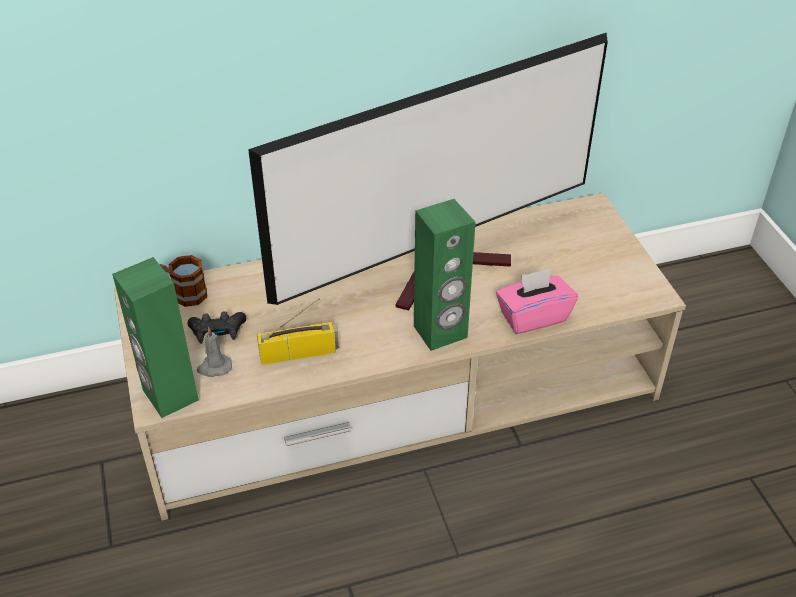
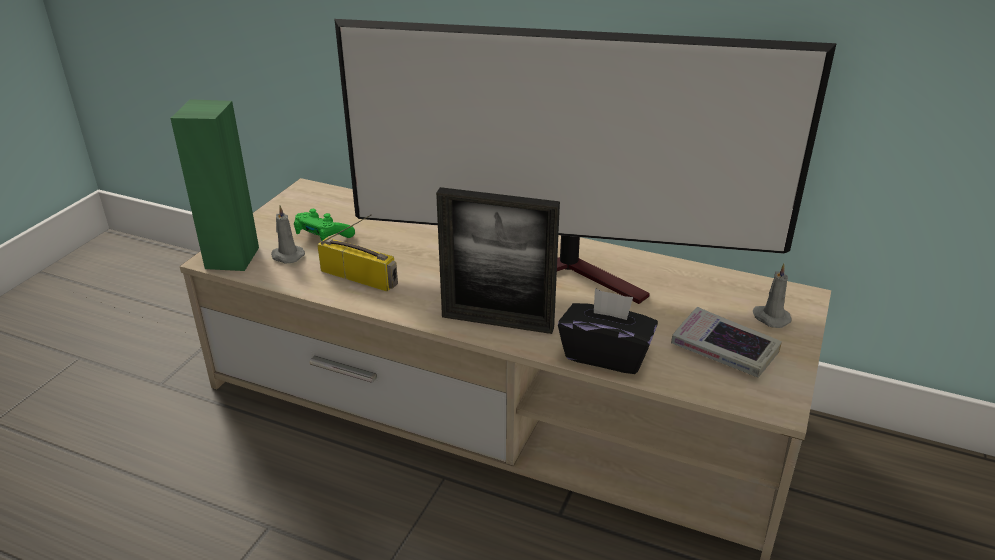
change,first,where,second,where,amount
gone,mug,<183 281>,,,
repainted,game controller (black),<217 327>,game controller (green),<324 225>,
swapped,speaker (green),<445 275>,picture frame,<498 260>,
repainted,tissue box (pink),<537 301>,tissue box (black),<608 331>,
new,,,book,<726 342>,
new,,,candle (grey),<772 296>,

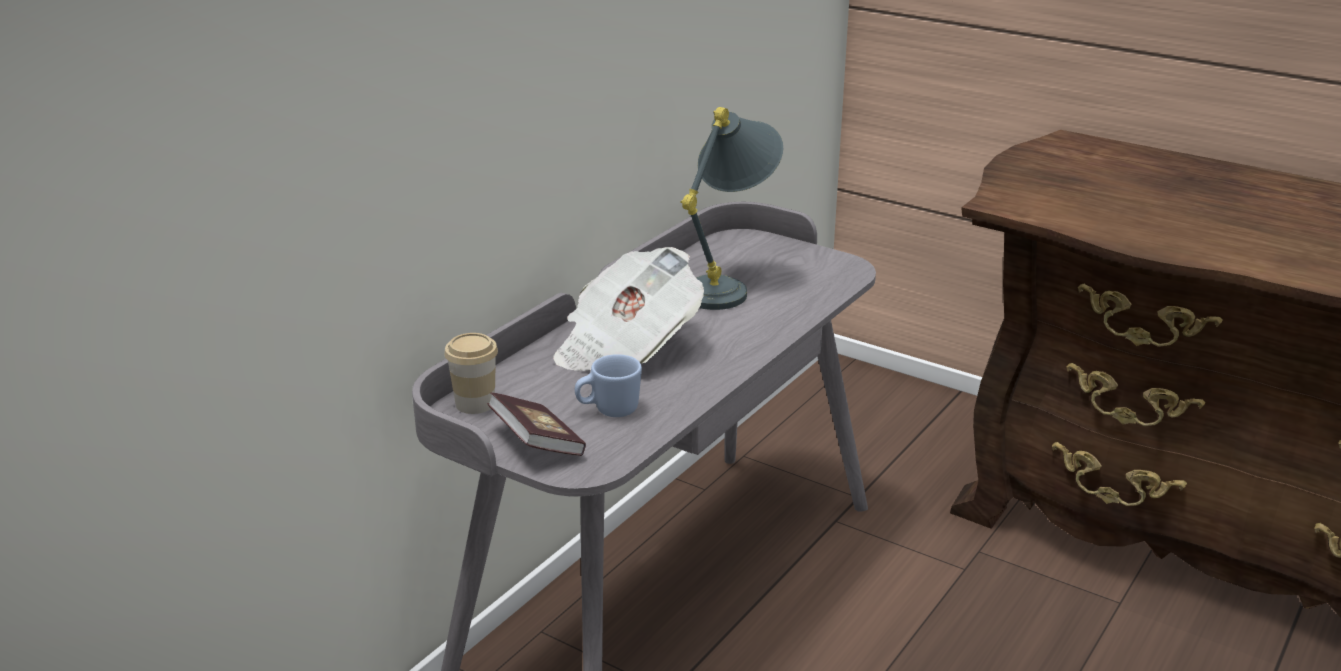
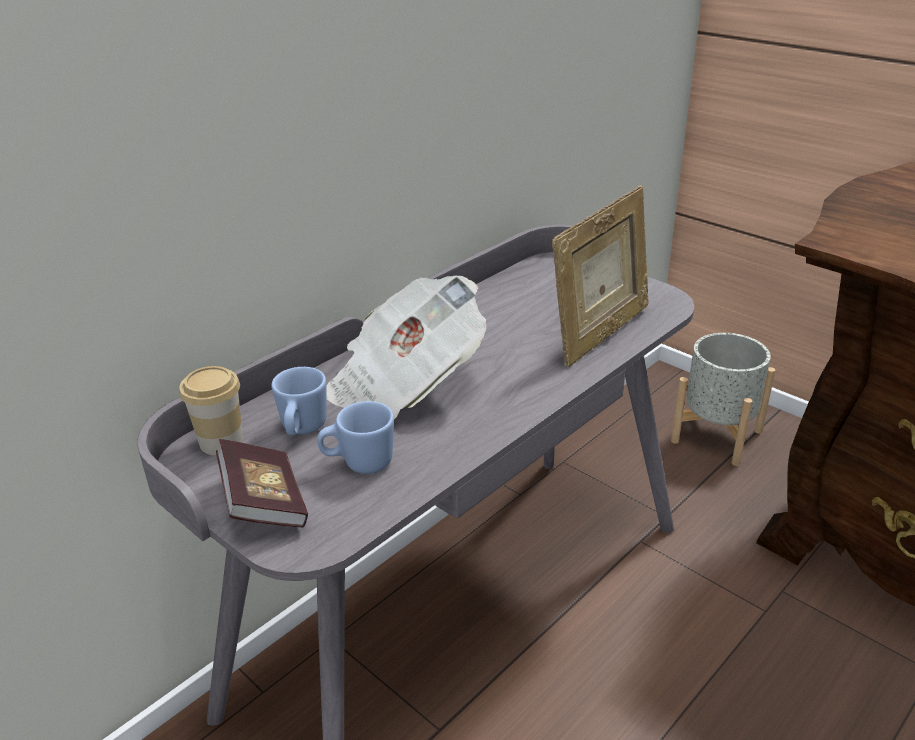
change,first,where,second,where,amount
gone,table lamp (grey),<732 208>,,,
new,,,mug (blue),<299 401>,
new,,,picture frame,<600 276>,
new,,,planter (grey),<723 399>,

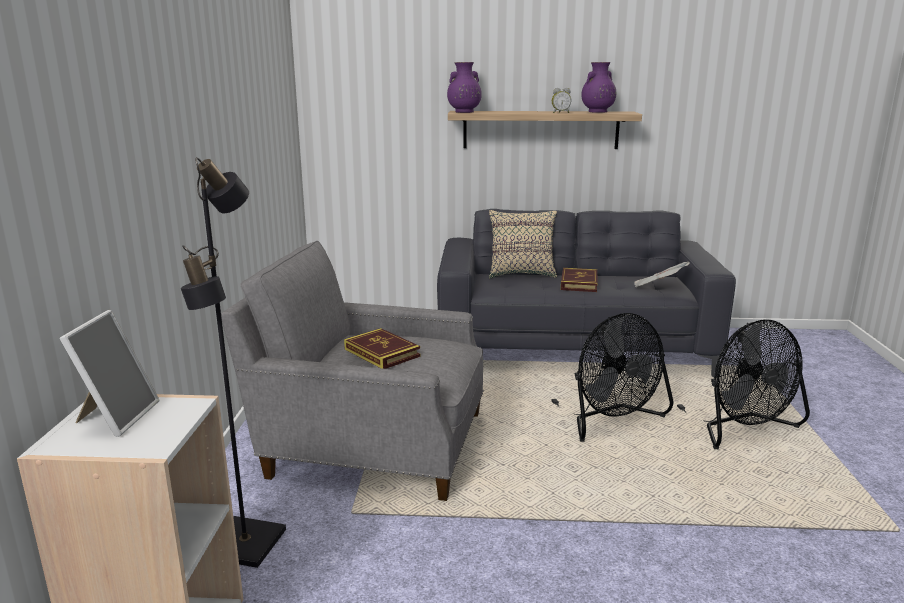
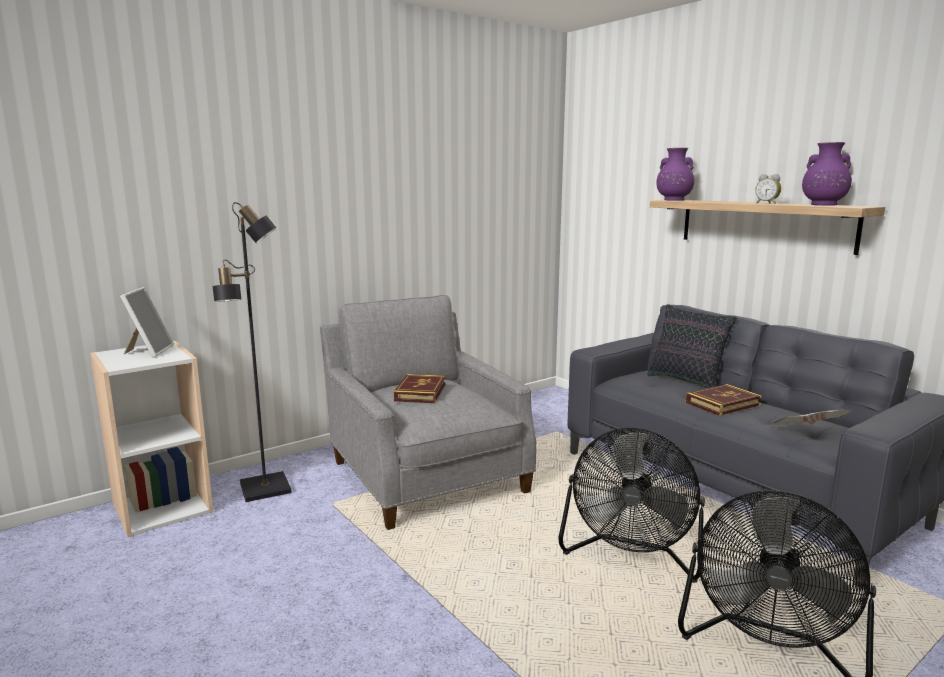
change,first,where,second,where,amount
rotated,picture frame,<109 373>,,<147 322>,60 degrees counterclockwise
repainted,pillow (beige),<523 244>,pillow (black),<692 346>,

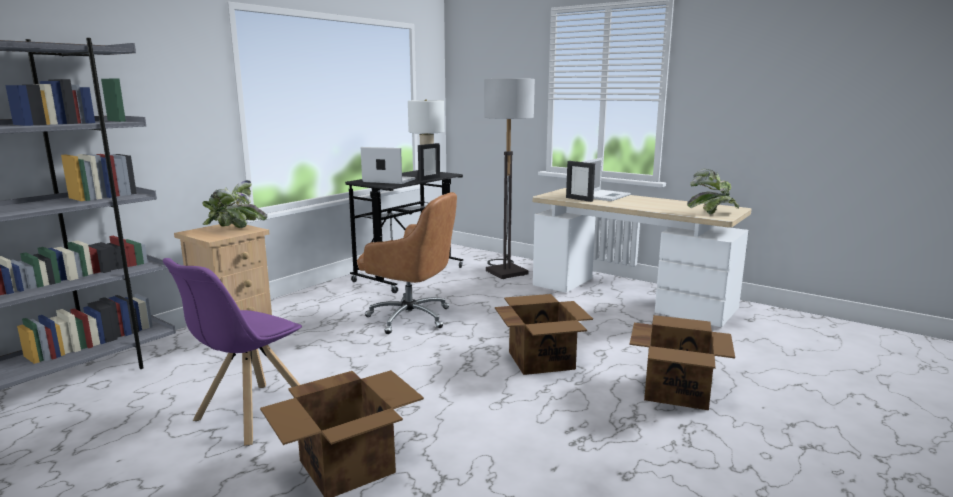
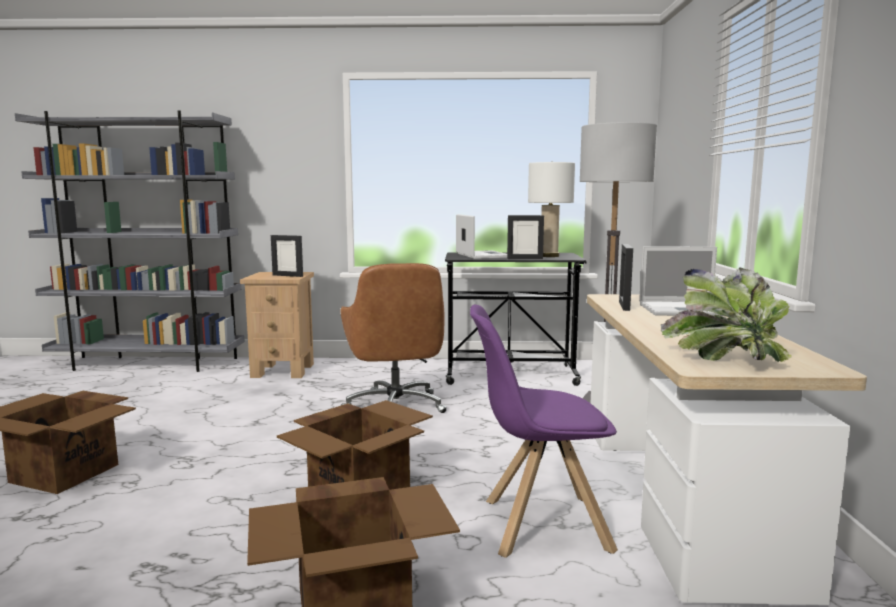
change,first,where,second,where,amount
shifted,chair (purple),<232 352>,,<544 431>,
swapped,potted plant,<234 204>,picture frame,<287 256>,

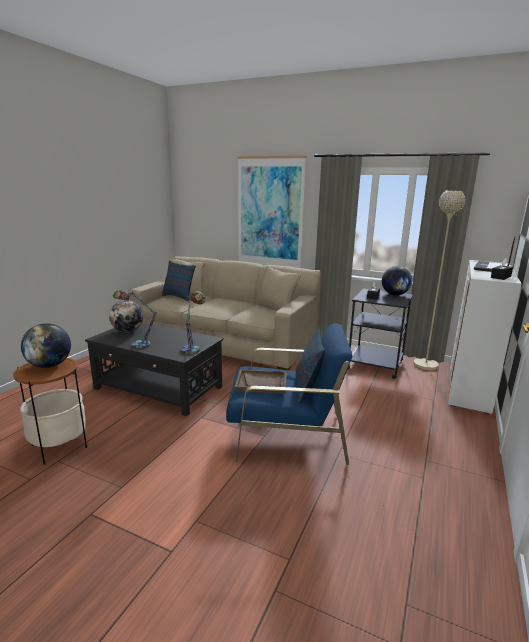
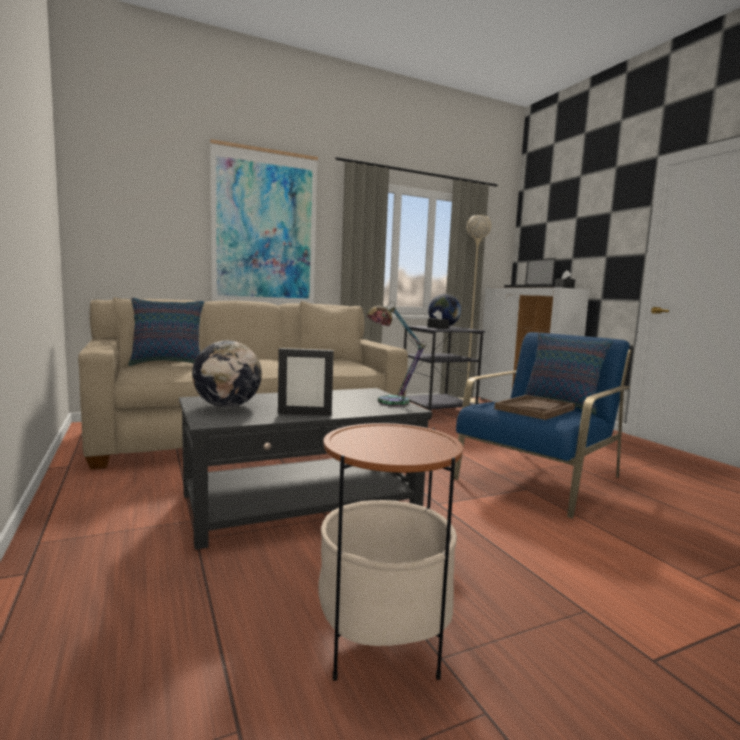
change,first,where,second,where,amount
gone,globe,<46 345>,,,
swapped,table lamp,<135 319>,picture frame,<306 382>,

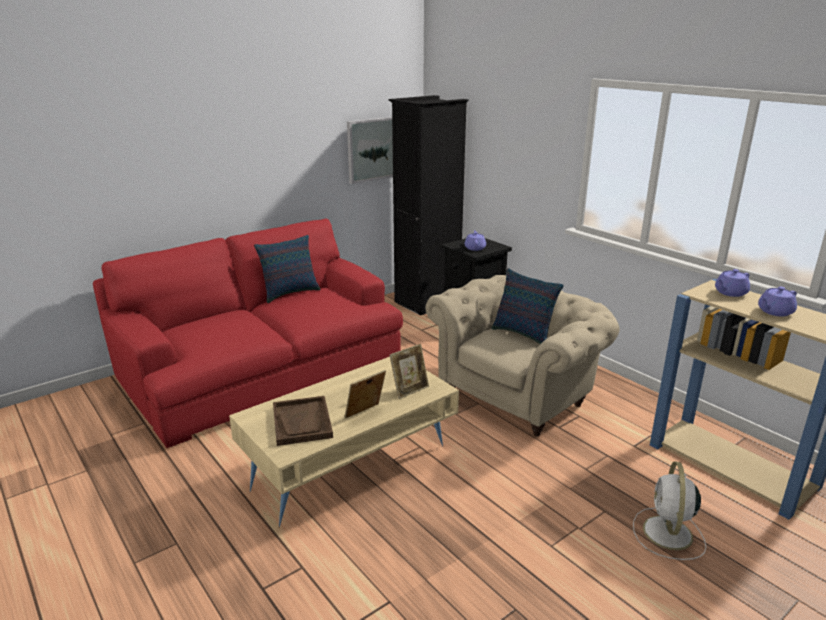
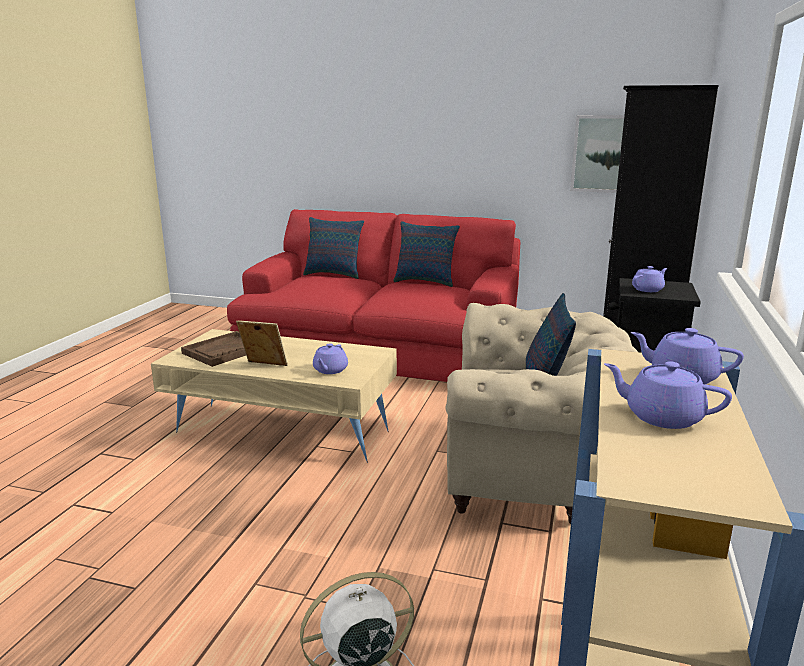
change,first,where,second,where,amount
swapped,picture frame,<409 371>,teapot (purple),<330 358>,
new,,,pillow (blue),<333 248>,

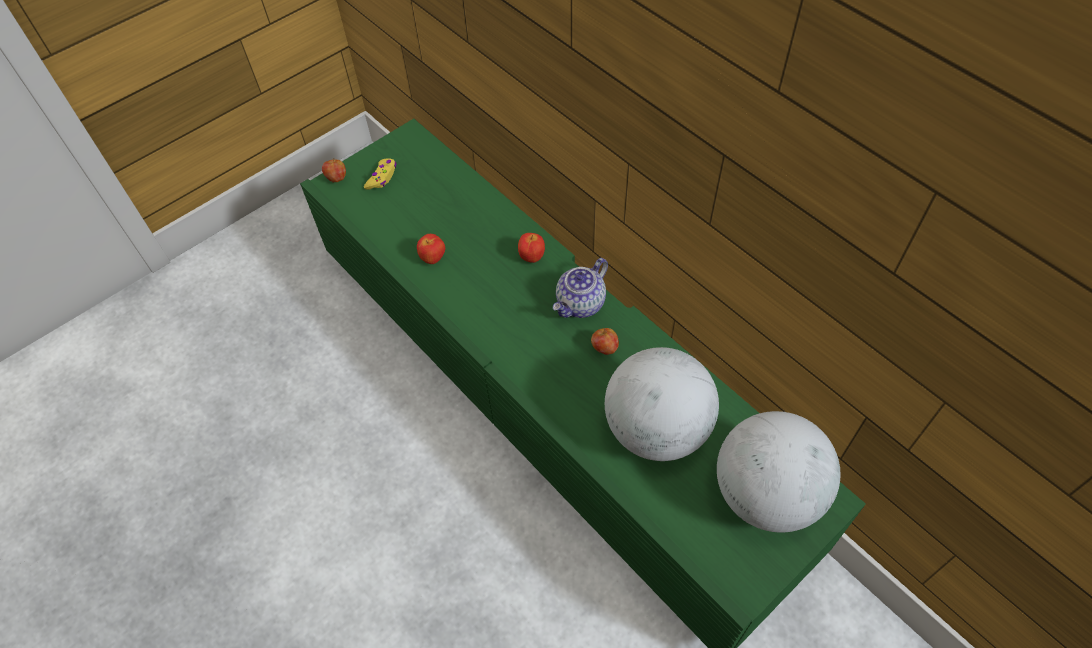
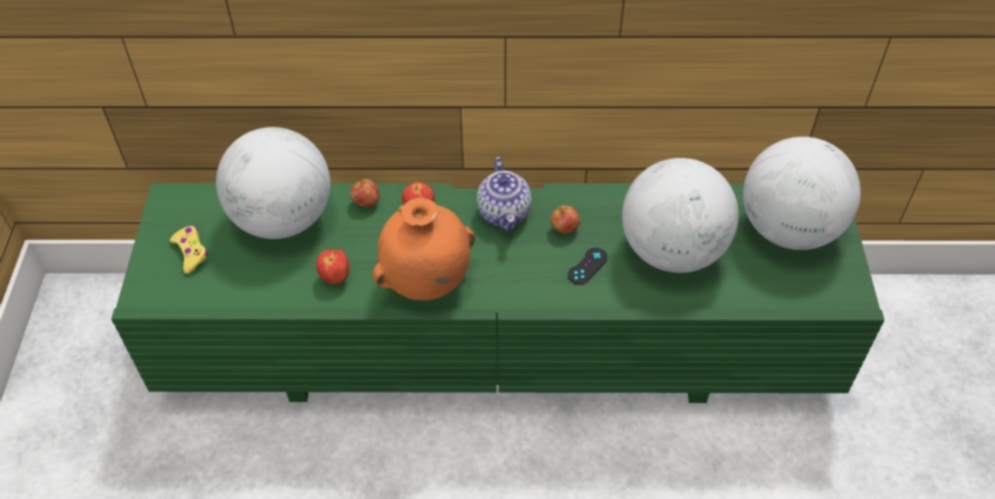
change,first,where,second,where,amount
shifted,apple,<334 170>,,<365 193>,
new,,,globe,<273 183>,
new,,,vase (orange),<423 249>,
new,,,game controller (black),<588 266>,

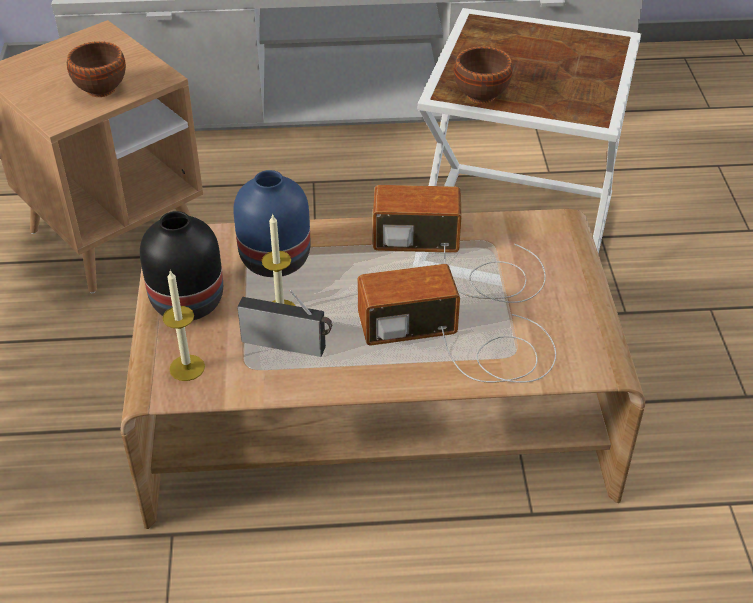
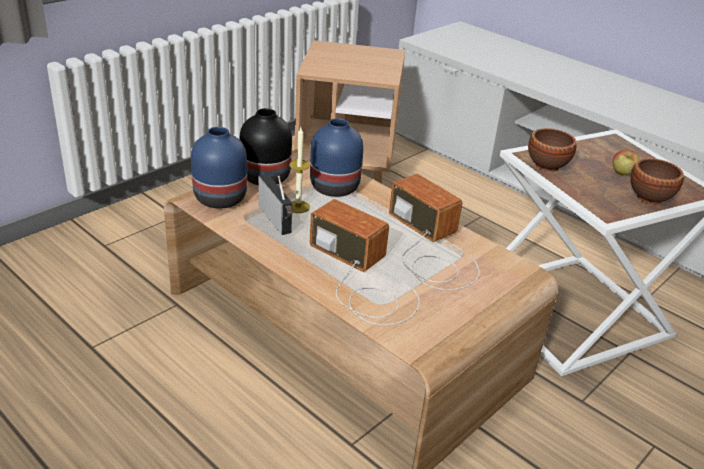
change,first,where,second,where,amount
shifted,bowl (brown),<96 69>,,<657 181>,
swapped,candle,<183 325>,vase (blue),<219 167>,
new,,,apple,<626 162>,

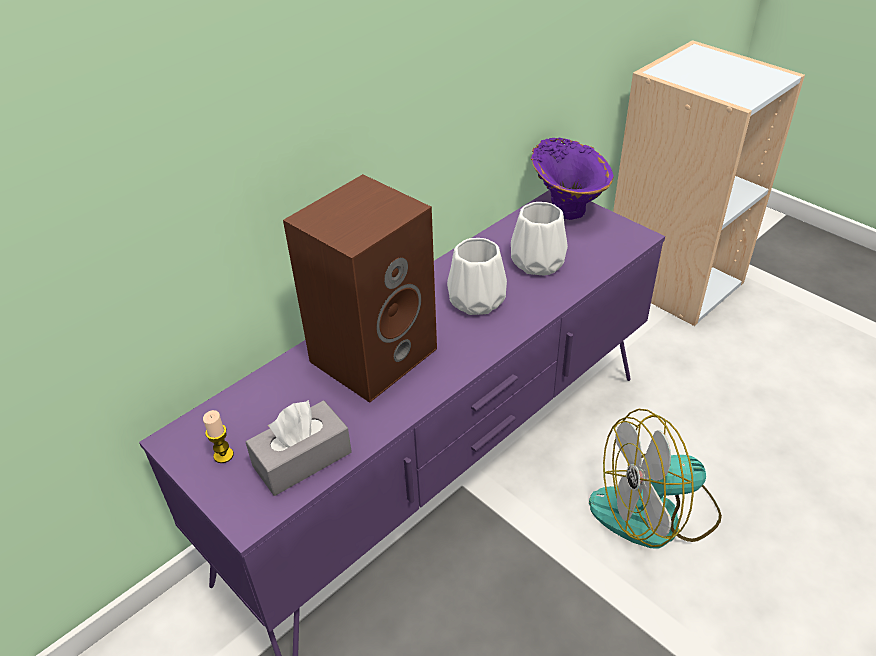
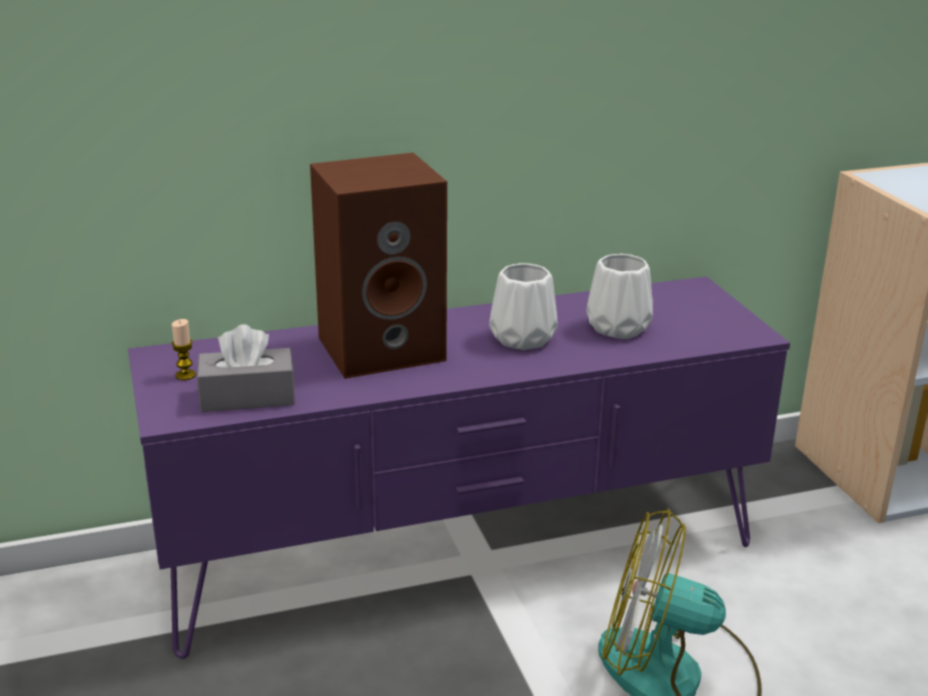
change,first,where,second,where,amount
gone,vase (purple),<572 179>,,,

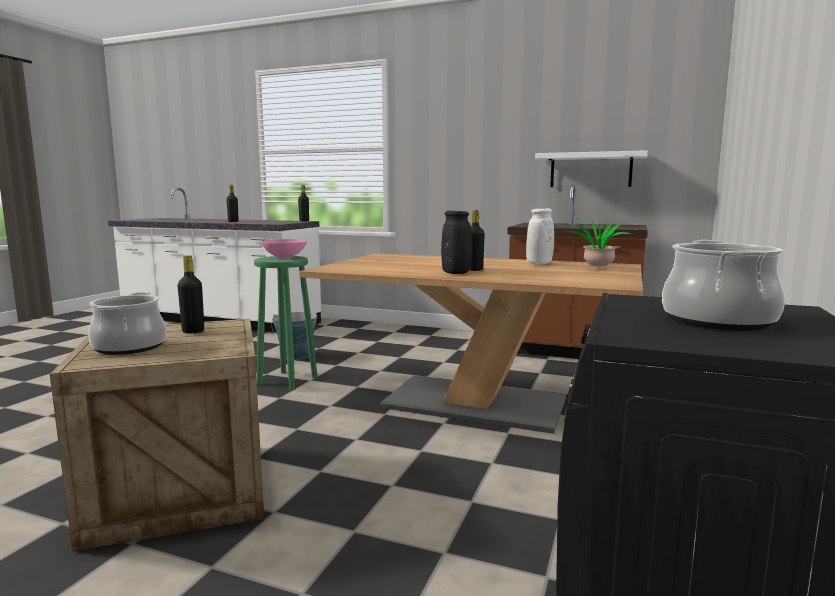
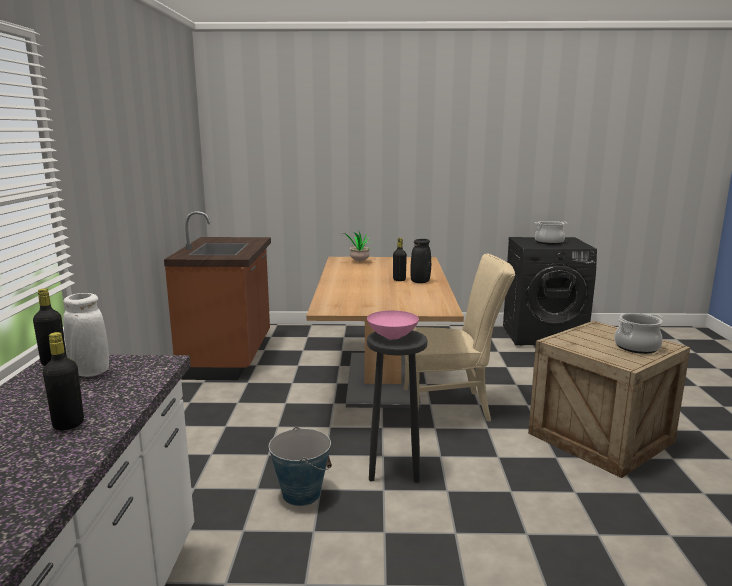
change,first,where,second,where,amount
gone,bottle (black),<191 294>,,,
repainted,stool (green),<285 323>,stool (black),<397 406>,
shifted,vase (white),<540 236>,,<86 335>,
gone,shelf (white),<591 168>,,,
new,,,chair (beige),<459 338>,

